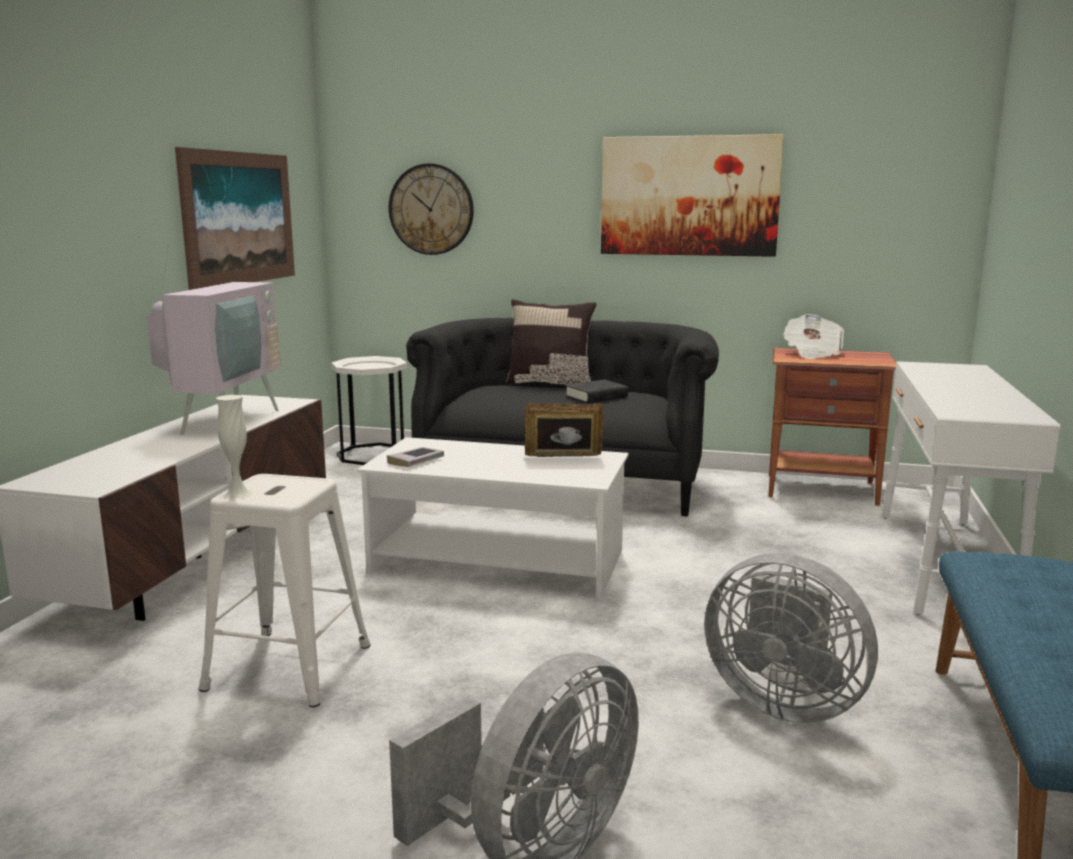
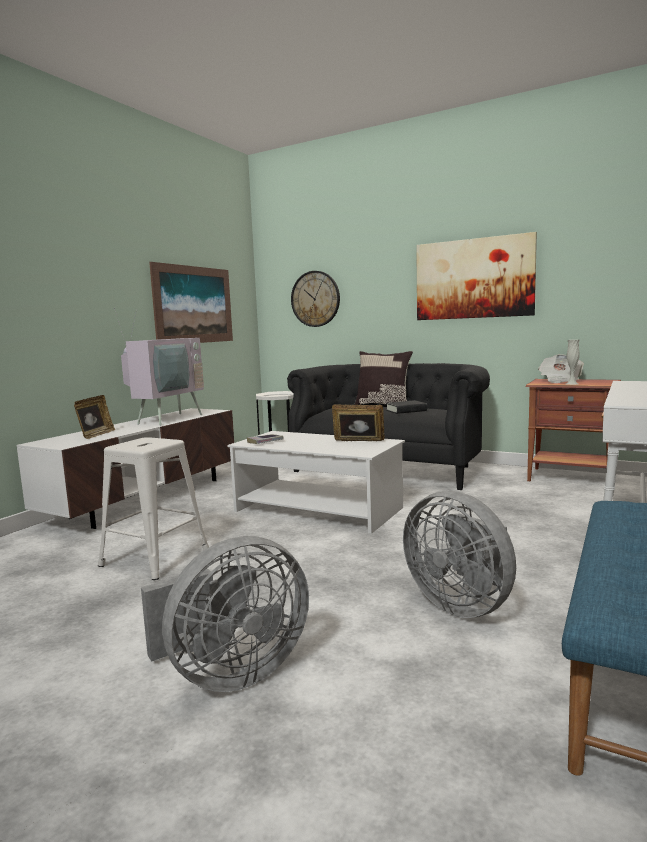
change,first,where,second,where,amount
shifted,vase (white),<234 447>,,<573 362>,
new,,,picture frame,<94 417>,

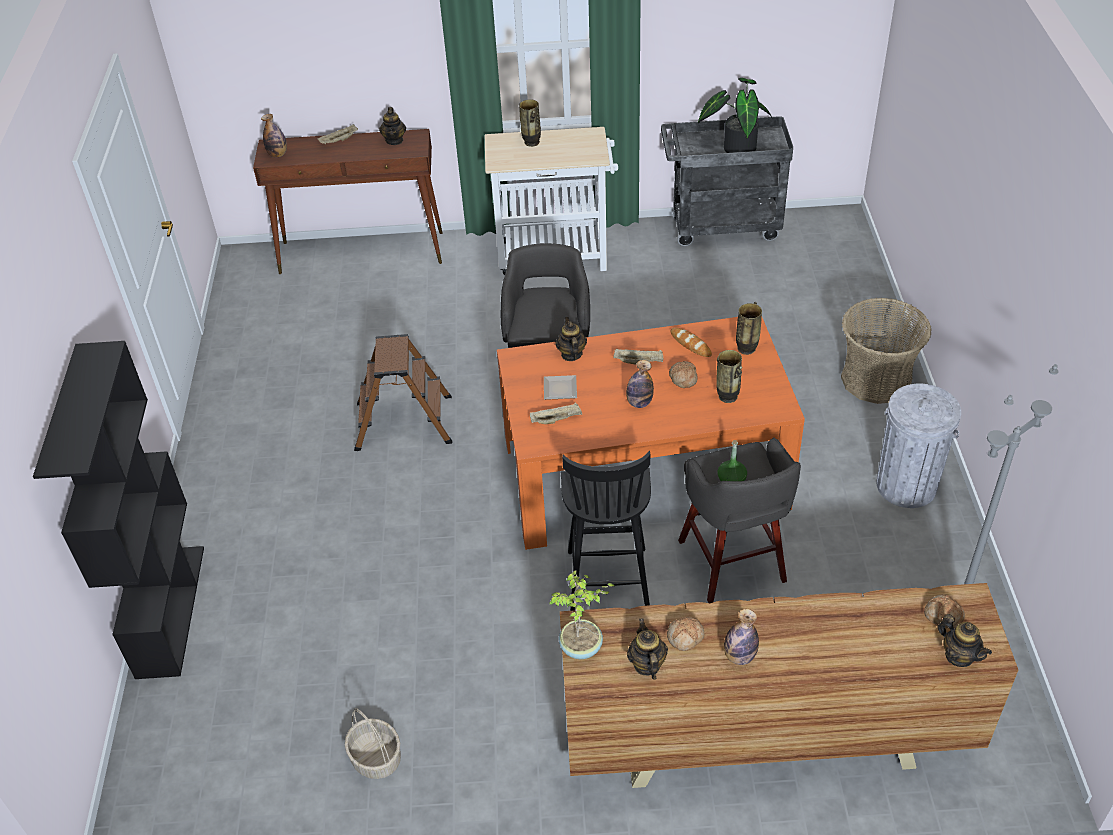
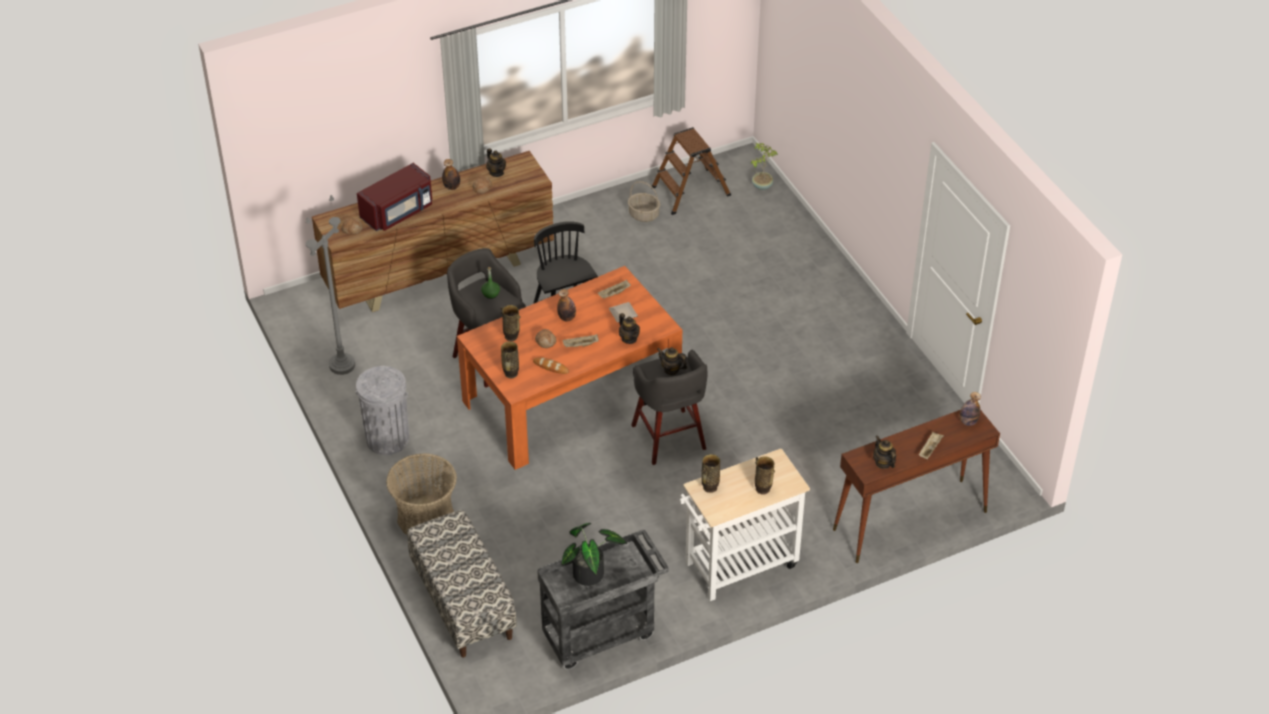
change,first,where,second,where,amount
gone,bookcase (black),<118 510>,,,
shifted,step ladder (brown),<403 392>,,<691 171>,
shifted,potted plant,<582 614>,,<764 166>,
shifted,teapot,<964 640>,,<672 361>,
new,,,microwave (red),<394 197>,
new,,,bench,<462 584>,
new,,,vase,<710 473>,

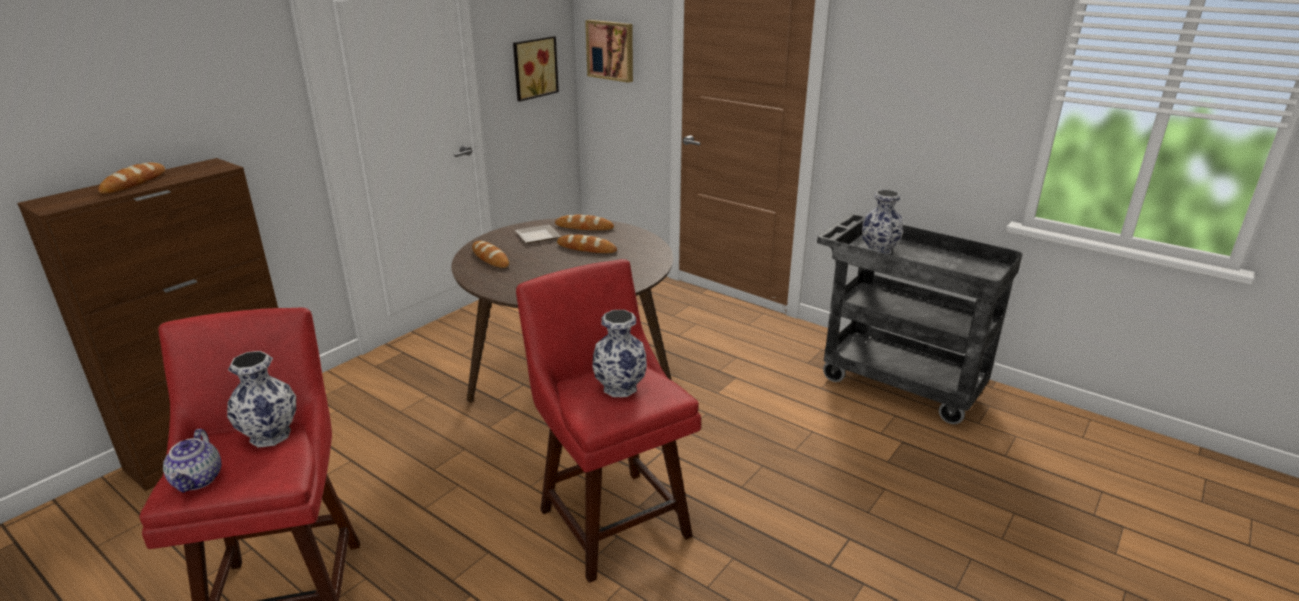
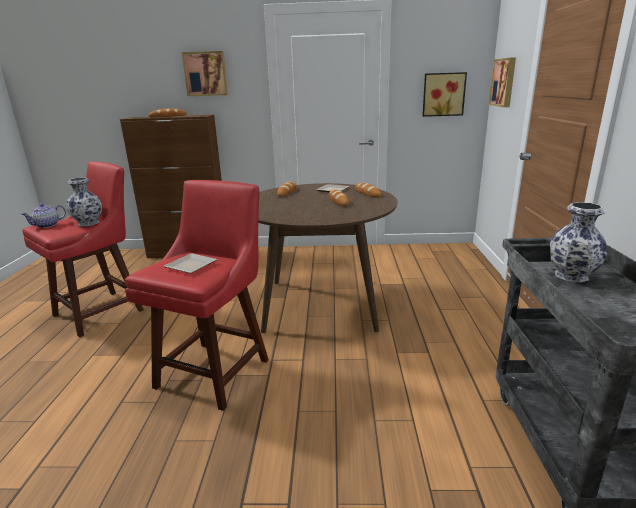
change,first,where,second,where,amount
swapped,vase,<619 353>,plate,<190 263>,
new,,,picture,<205 73>,

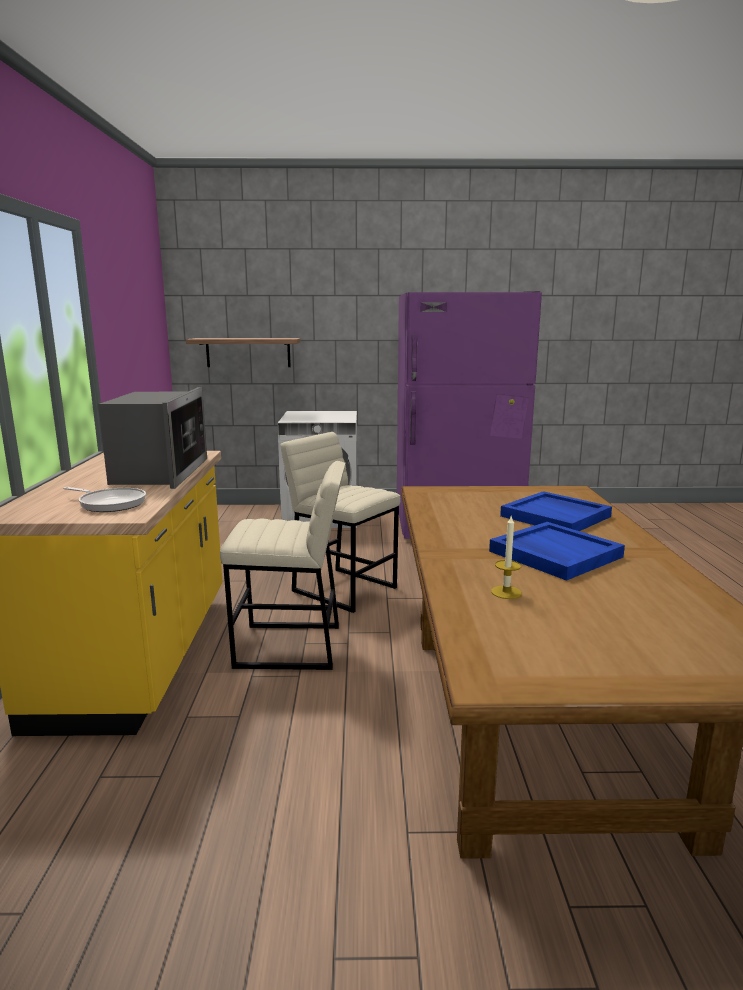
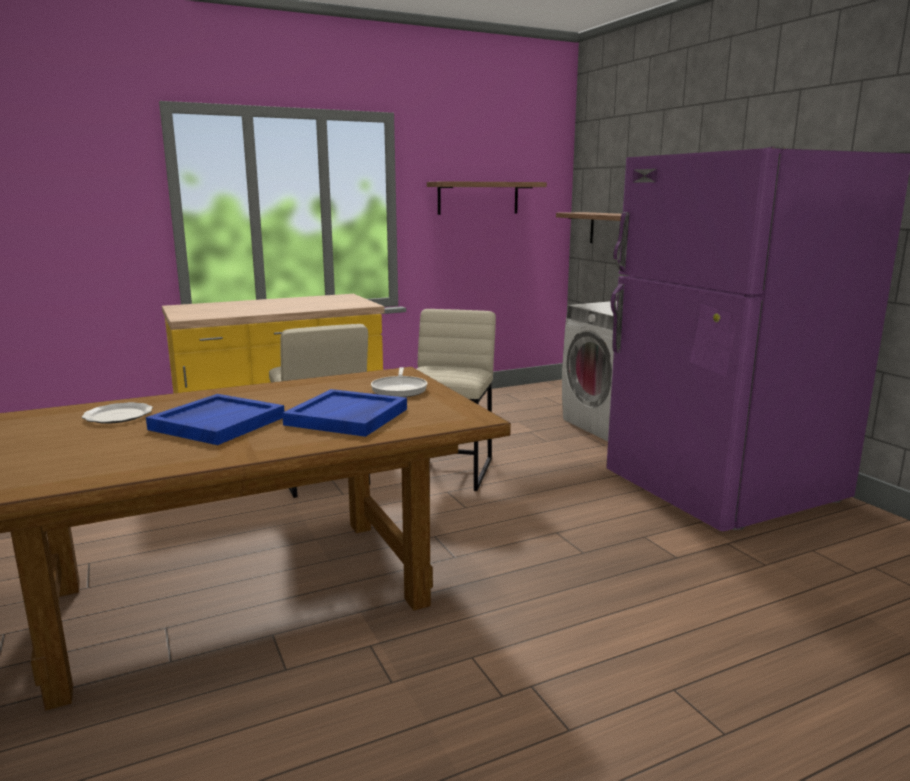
change,first,where,second,where,amount
shifted,frying pan,<104 499>,,<399 382>,
gone,microwave,<152 438>,,,
swapped,candle,<506 557>,plate,<117 413>,
new,,,shelf,<487 198>,

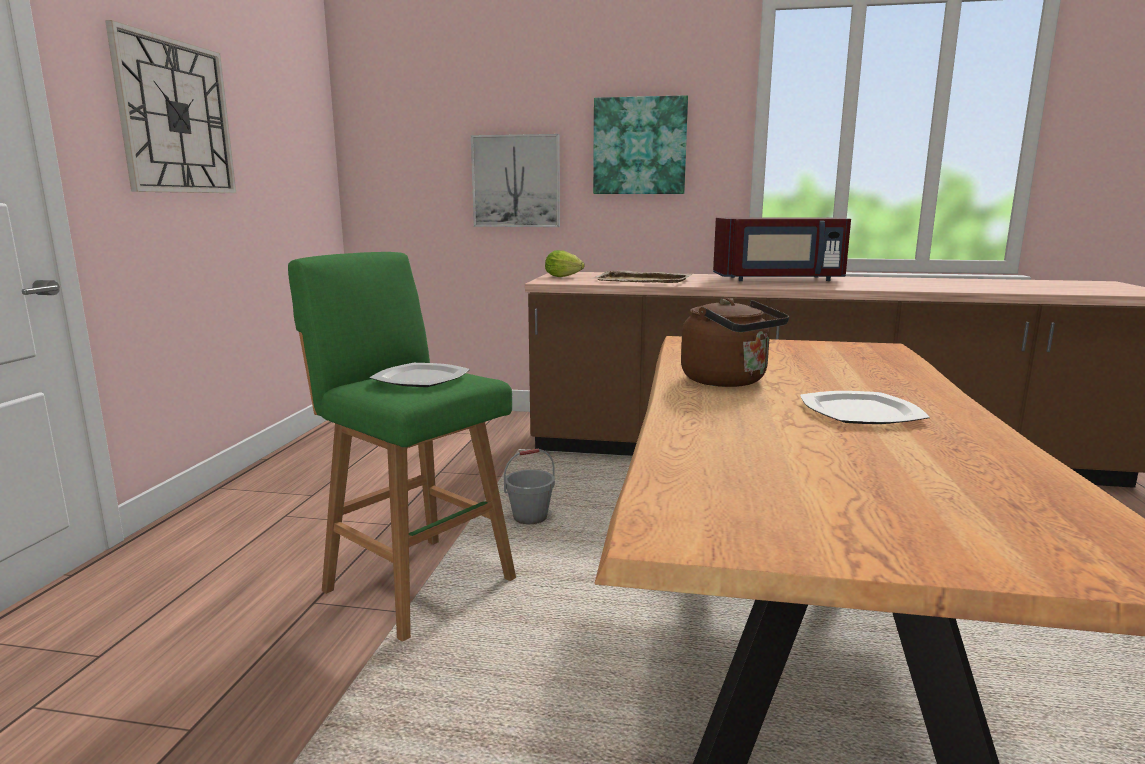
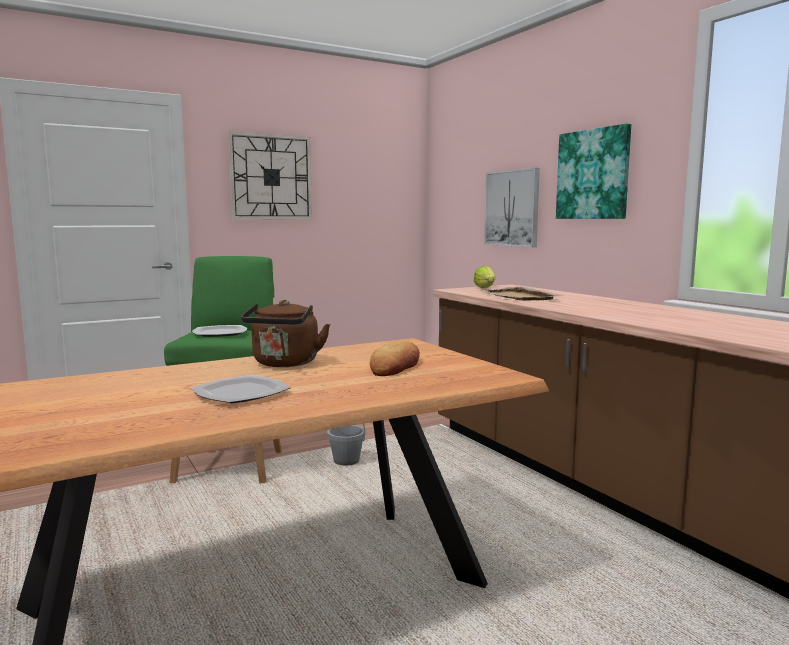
change,first,where,second,where,amount
gone,microwave (red),<782 249>,,,
new,,,bread,<394 358>,

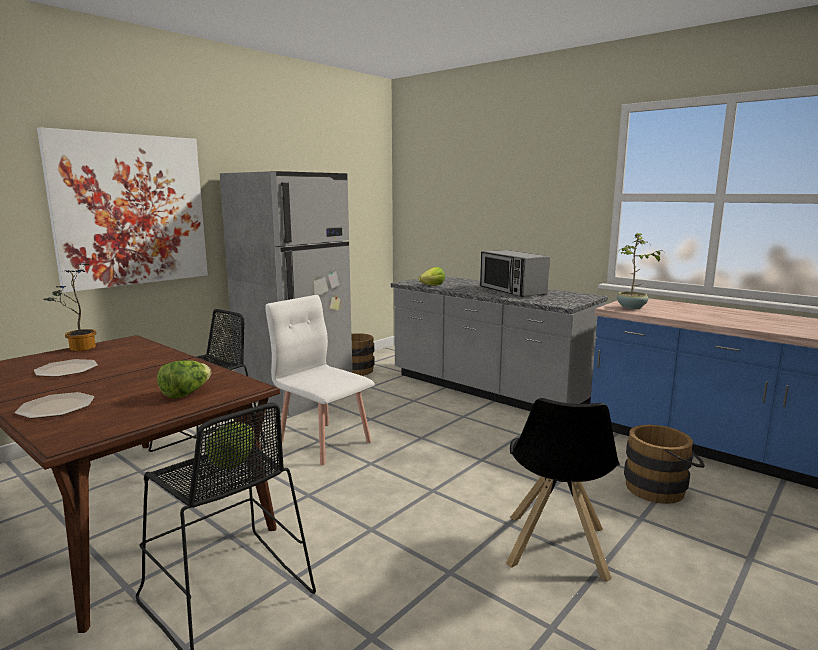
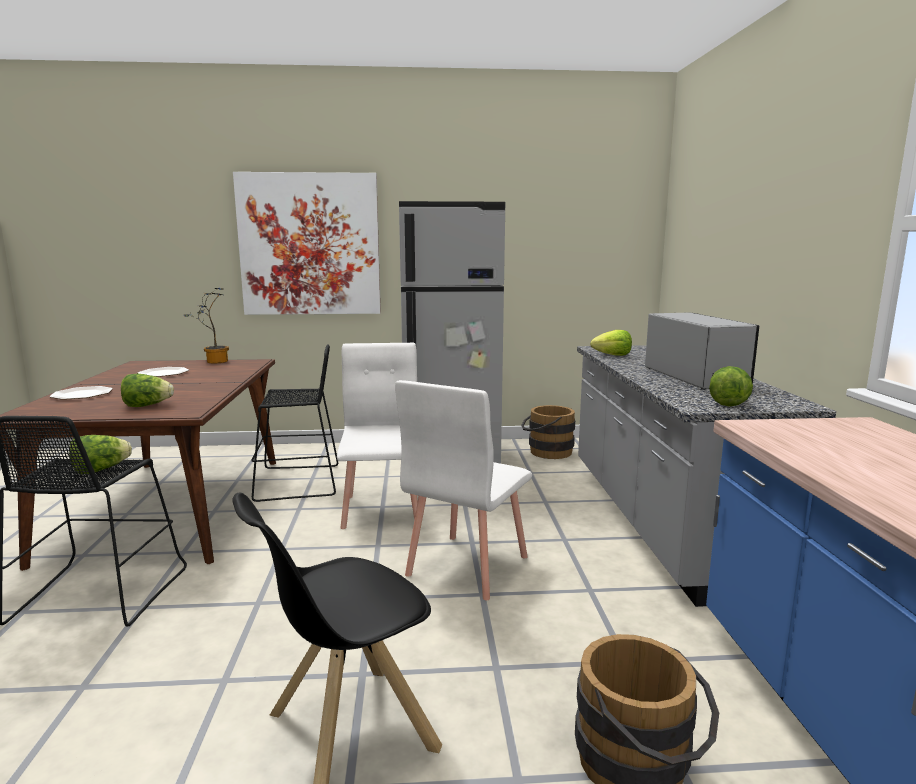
change,first,where,second,where,amount
rotated,microwave,<515 273>,,<702 351>,150 degrees clockwise
gone,potted plant,<641 271>,,,
new,,,chair (white),<463 490>,
new,,,lettuce,<731 386>,

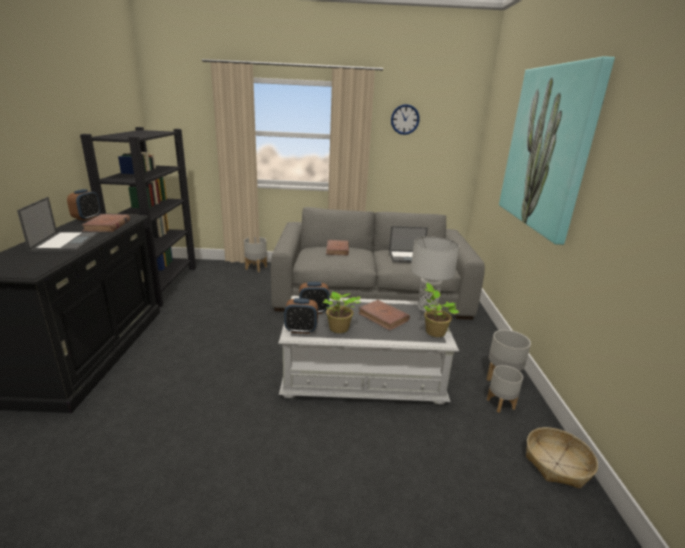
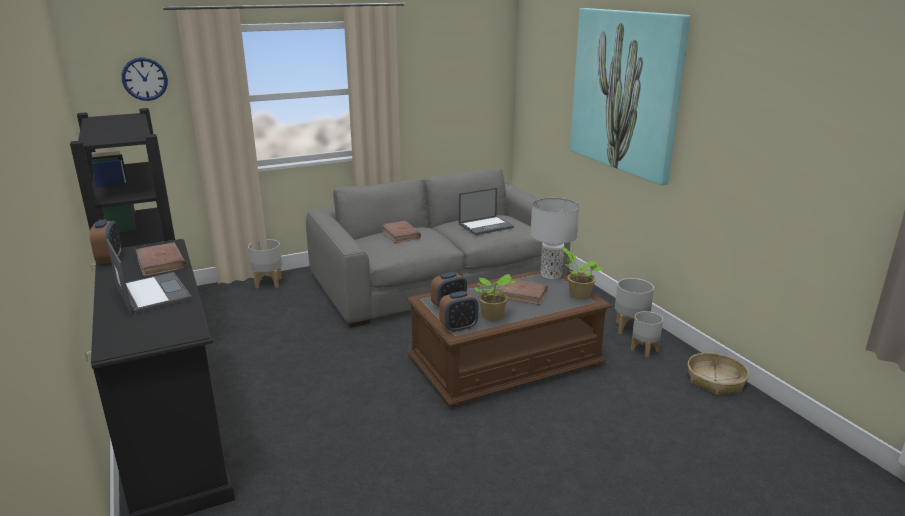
change,first,where,second,where,amount
repainted,coffee table (white),<368 350>,coffee table (brown),<509 338>,
shifted,wall clock,<405 119>,,<145 79>,

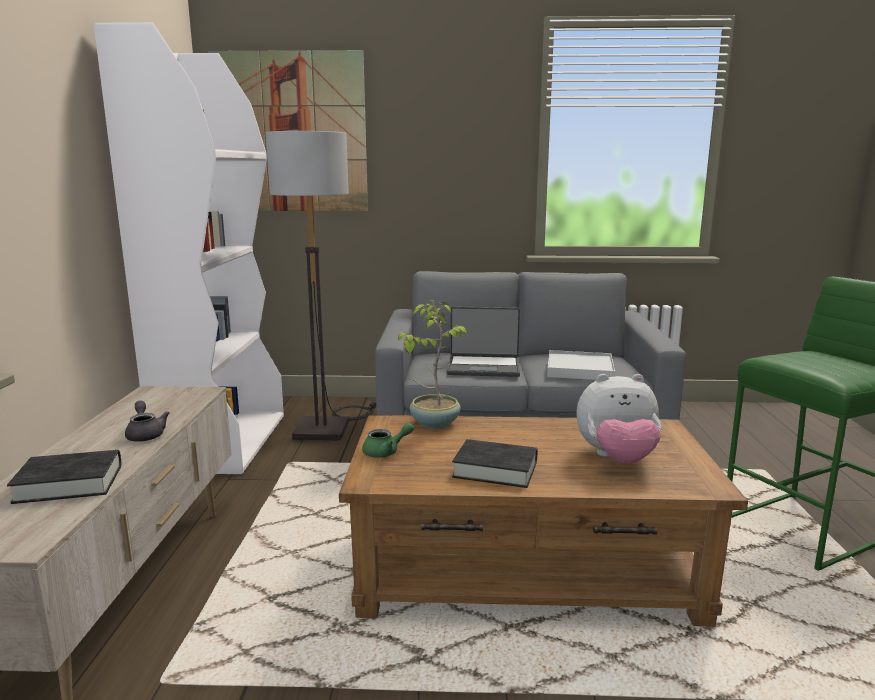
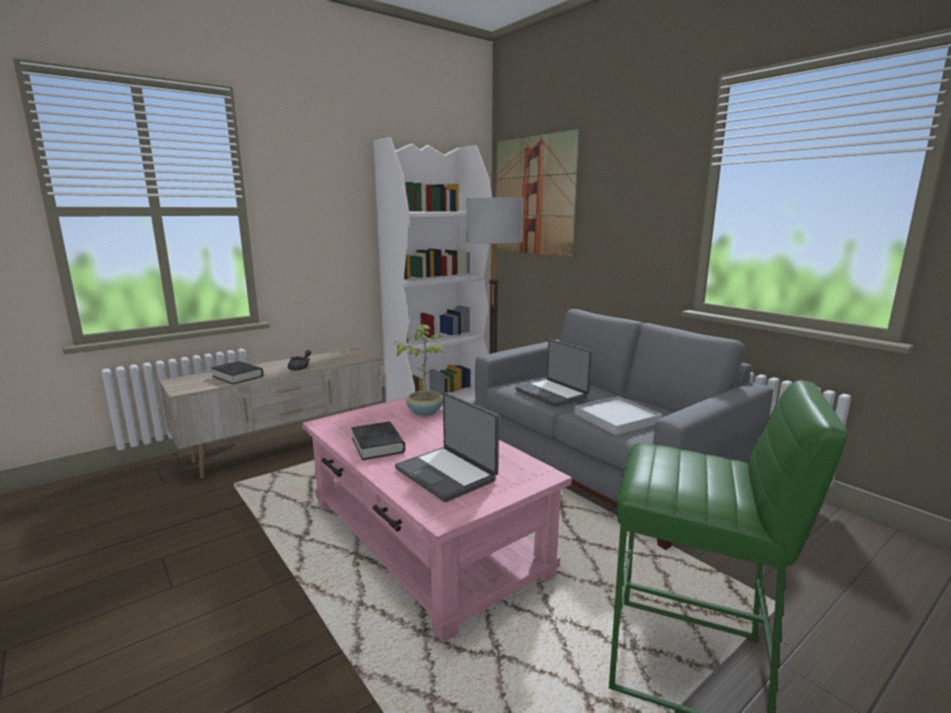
change,first,where,second,where,amount
repainted,coffee table (brown),<543 521>,coffee table (pink),<437 519>,
gone,teapot (green),<388 440>,,,
swapped,plush toy,<618 419>,laptop,<447 447>,

